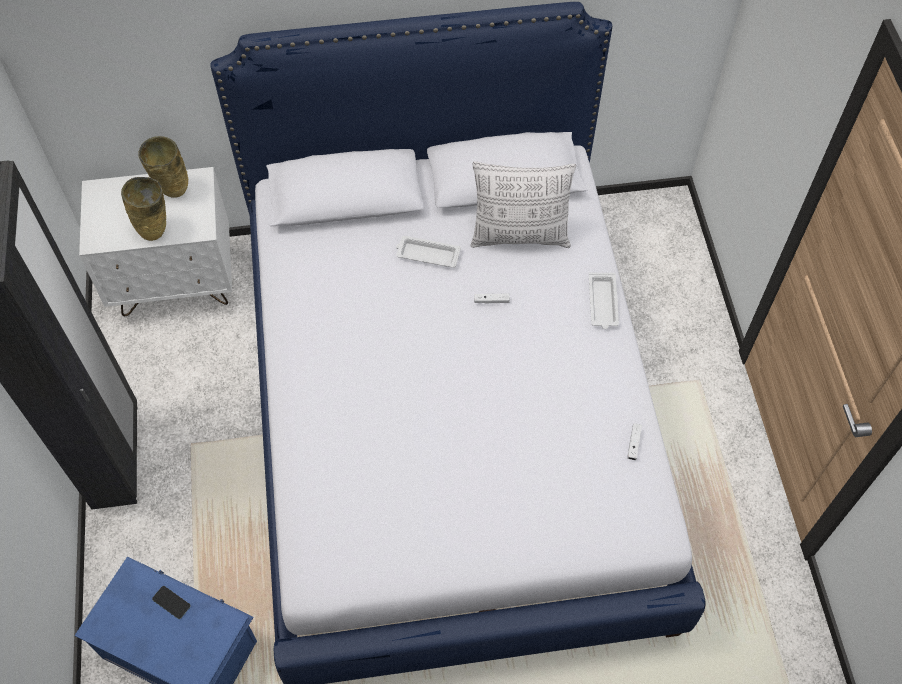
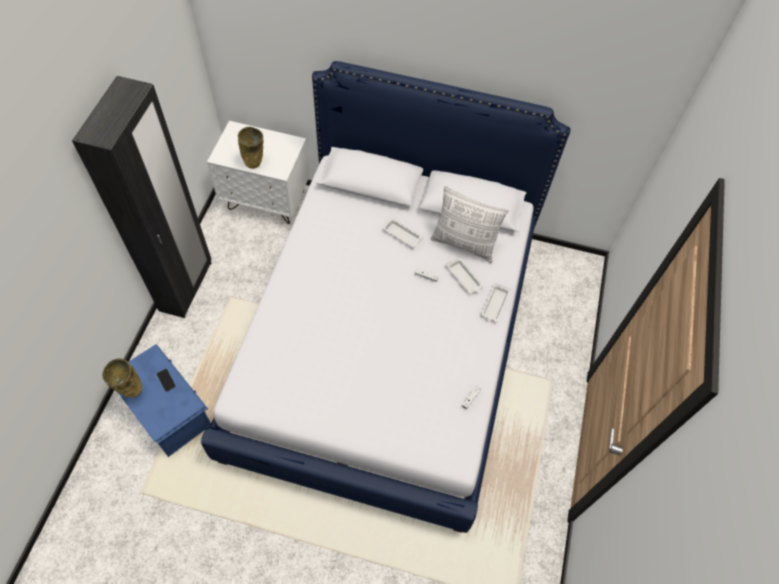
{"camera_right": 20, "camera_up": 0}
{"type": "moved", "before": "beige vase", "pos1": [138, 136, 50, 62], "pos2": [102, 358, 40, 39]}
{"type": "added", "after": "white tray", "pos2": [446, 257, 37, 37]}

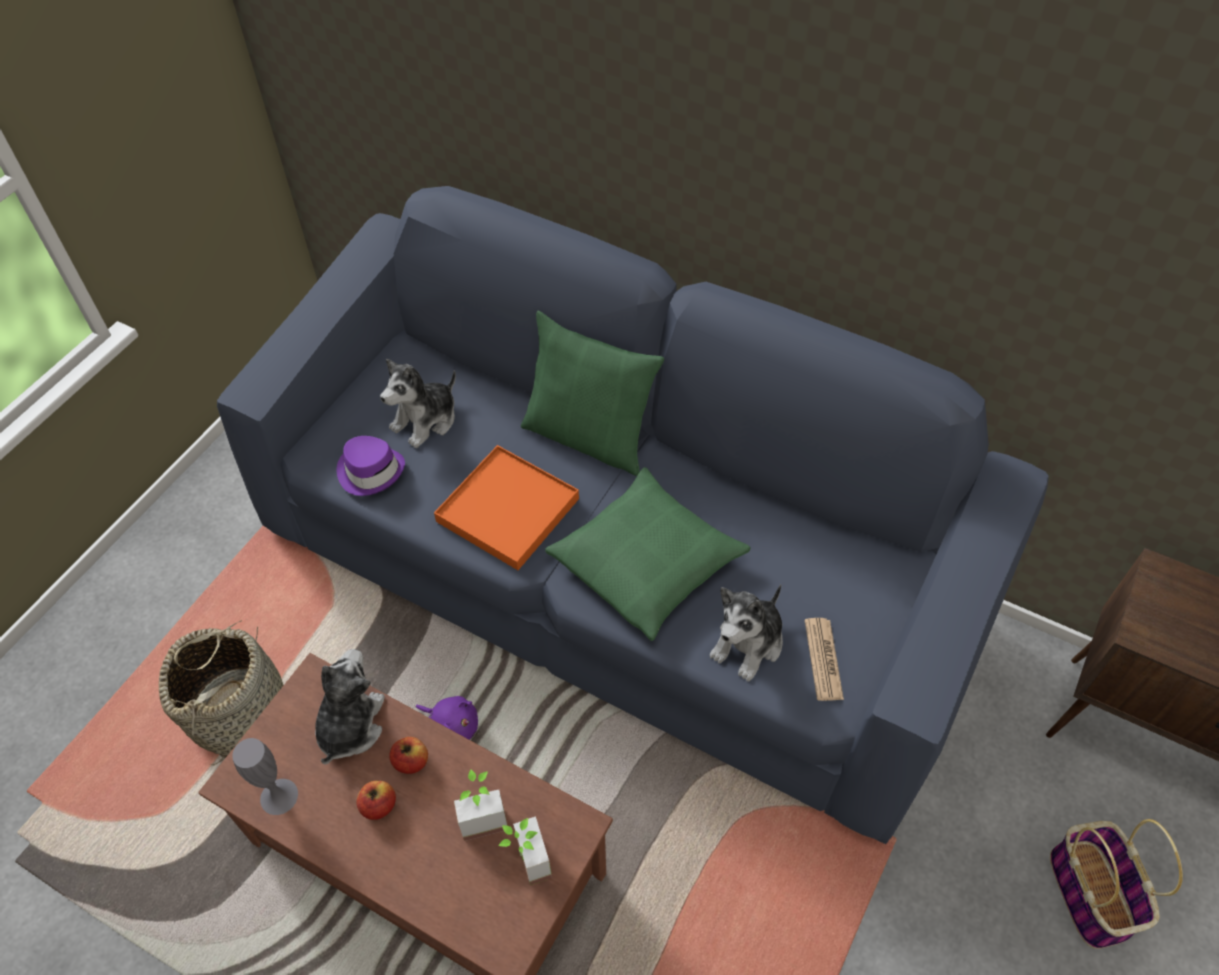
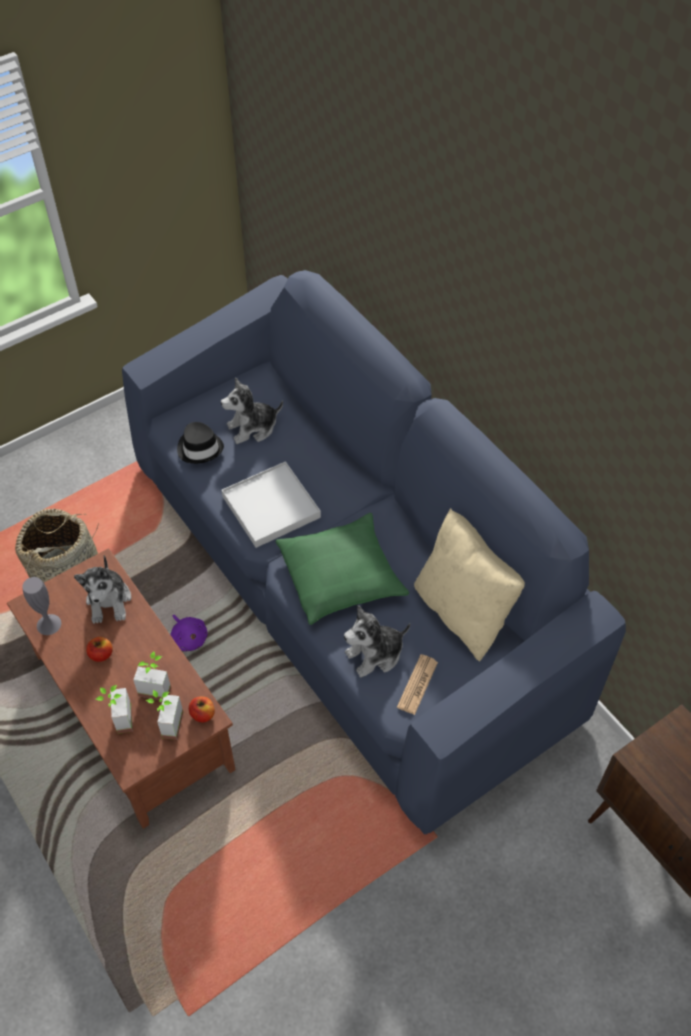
{"camera_right": 25, "camera_up": 0}
{"type": "turned", "before": "plush toy", "pos1": [315, 649, 70, 116], "pos2": [74, 555, 57, 69], "turn": 135}
{"type": "recoloured", "before": "purple hat", "after": "black hat", "pos1": [337, 436, 68, 60], "pos2": [177, 422, 47, 42]}
{"type": "moved", "before": "apple", "pos1": [389, 737, 39, 37], "pos2": [189, 697, 26, 25]}
{"type": "recoloured", "before": "orange tray", "after": "white tray", "pos1": [434, 445, 145, 125], "pos2": [222, 461, 99, 87]}
{"type": "removed", "before": "green pillow", "pos1": [521, 311, 143, 165]}
{"type": "removed", "before": "basket", "pos1": [1050, 819, 133, 130]}
{"type": "added", "after": "potted plant", "pos2": [95, 685, 38, 49]}
{"type": "added", "after": "beige pillow", "pos2": [414, 508, 111, 153]}

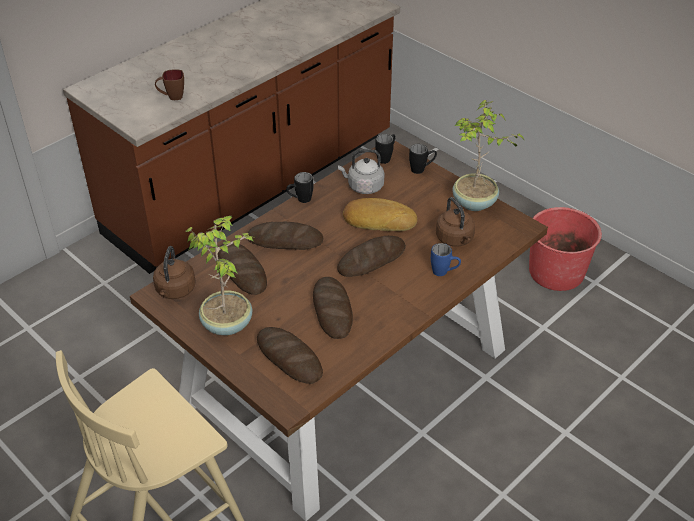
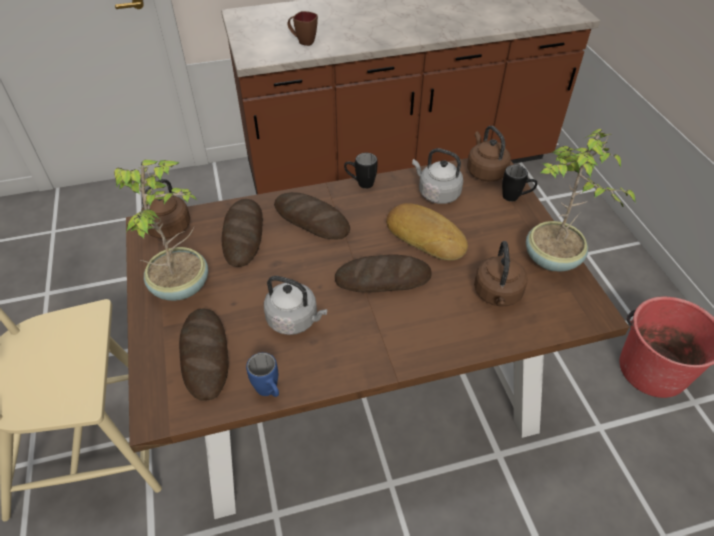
{"camera_right": 30, "camera_up": 5}
{"type": "replaced", "before": "bread", "after": "grey kettle", "pos1": [313, 277, 40, 62], "pos2": [264, 276, 63, 59]}
{"type": "replaced", "before": "black mug", "after": "brown kettle", "pos1": [375, 134, 21, 30], "pos2": [467, 126, 44, 56]}
{"type": "moved", "before": "blue mug", "pos1": [431, 243, 30, 33], "pos2": [246, 352, 33, 45]}

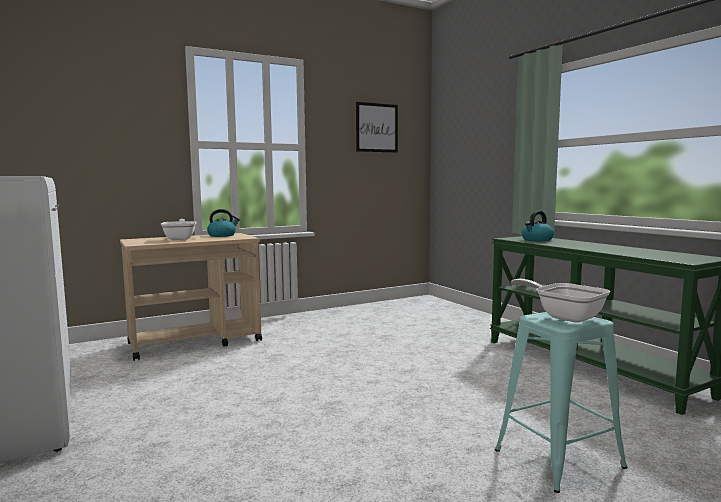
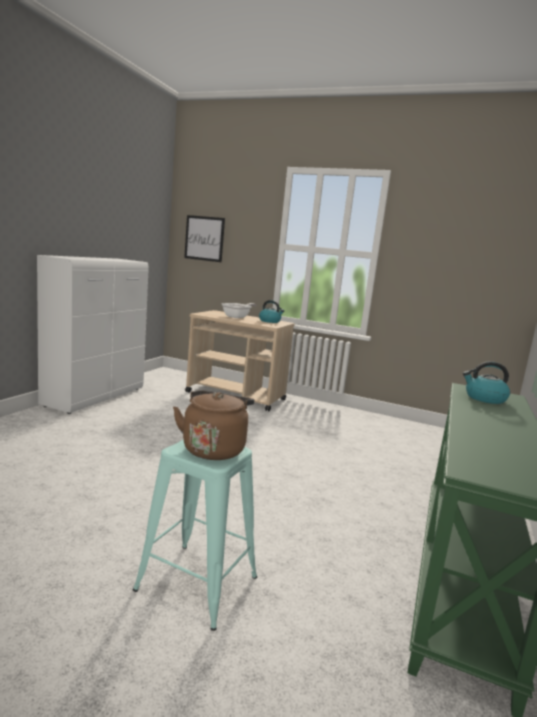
{"camera_right": 50, "camera_up": 5}
{"type": "moved", "before": "picture", "pos1": [356, 102, 42, 51], "pos2": [184, 215, 41, 47]}
{"type": "replaced", "before": "frying pan", "after": "brown kettle", "pos1": [511, 279, 99, 44], "pos2": [173, 390, 81, 70]}

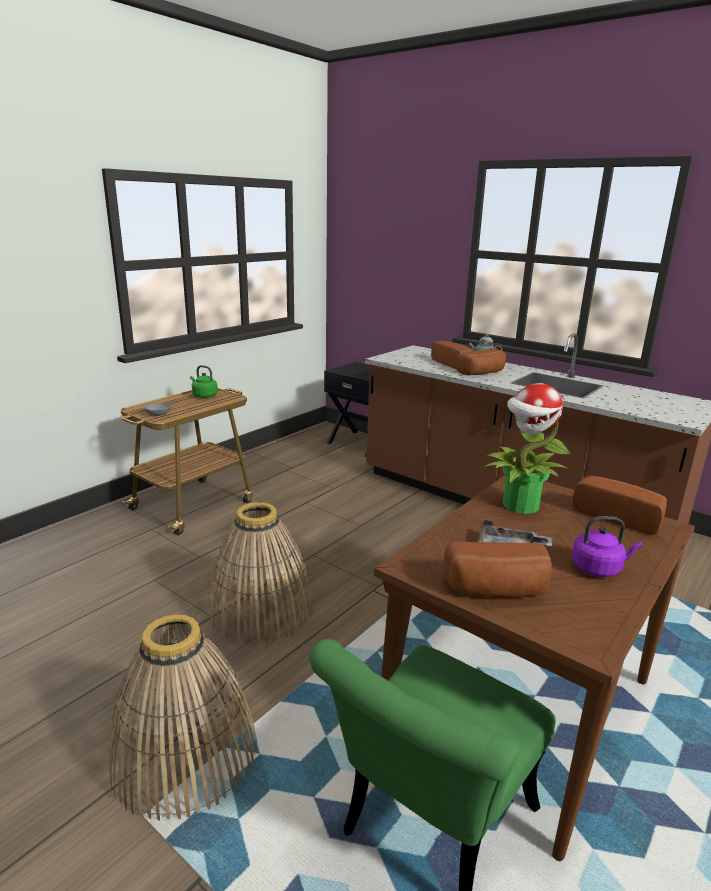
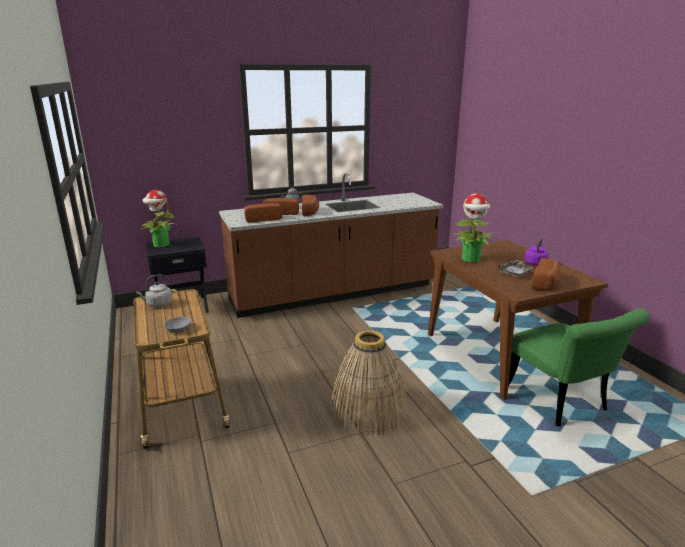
{"camera_right": -60, "camera_up": 0}
{"type": "removed", "before": "basket", "pos1": [107, 614, 150, 207]}
{"type": "recoloured", "before": "green kettle", "after": "grey kettle", "pos1": [190, 365, 28, 33], "pos2": [136, 274, 37, 33]}
{"type": "moved", "before": "bread", "pos1": [573, 476, 94, 59], "pos2": [244, 203, 39, 19]}
{"type": "added", "after": "potted plant", "pos2": [141, 190, 34, 57]}

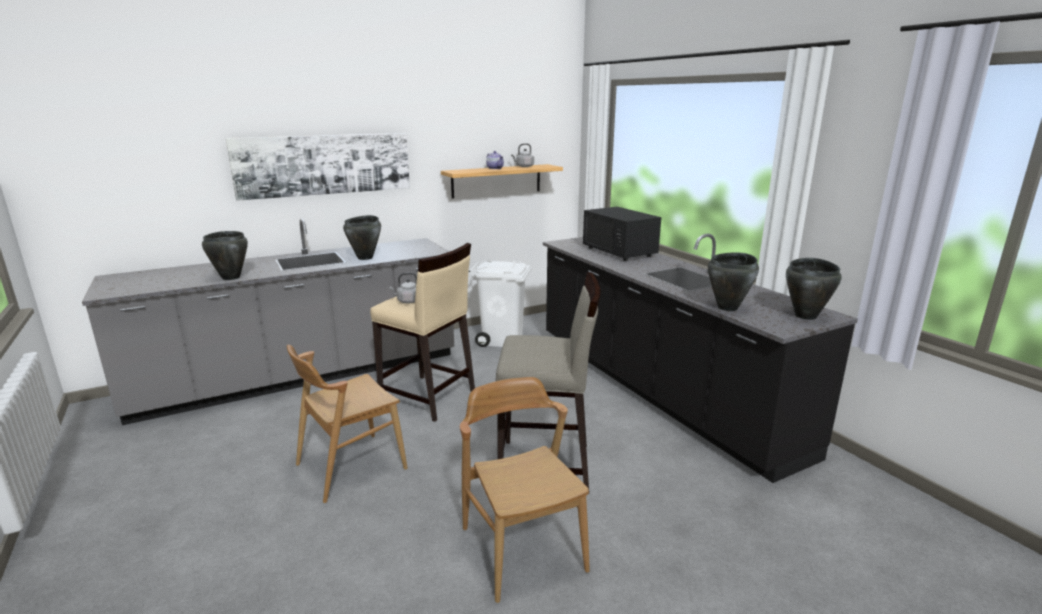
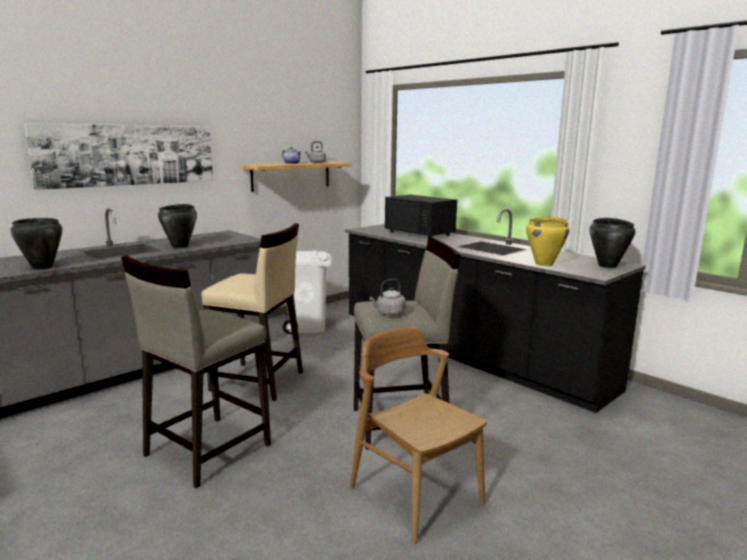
{"camera_right": -15, "camera_up": -5}
{"type": "replaced", "before": "brown chair", "after": "beige stool", "pos1": [287, 345, 121, 158], "pos2": [121, 255, 150, 233]}
{"type": "moved", "before": "grey kettle", "pos1": [389, 273, 28, 30], "pos2": [370, 279, 36, 37]}
{"type": "recoloured", "before": "black cooking pot", "after": "yellow cooking pot", "pos1": [708, 252, 51, 59], "pos2": [526, 217, 44, 49]}

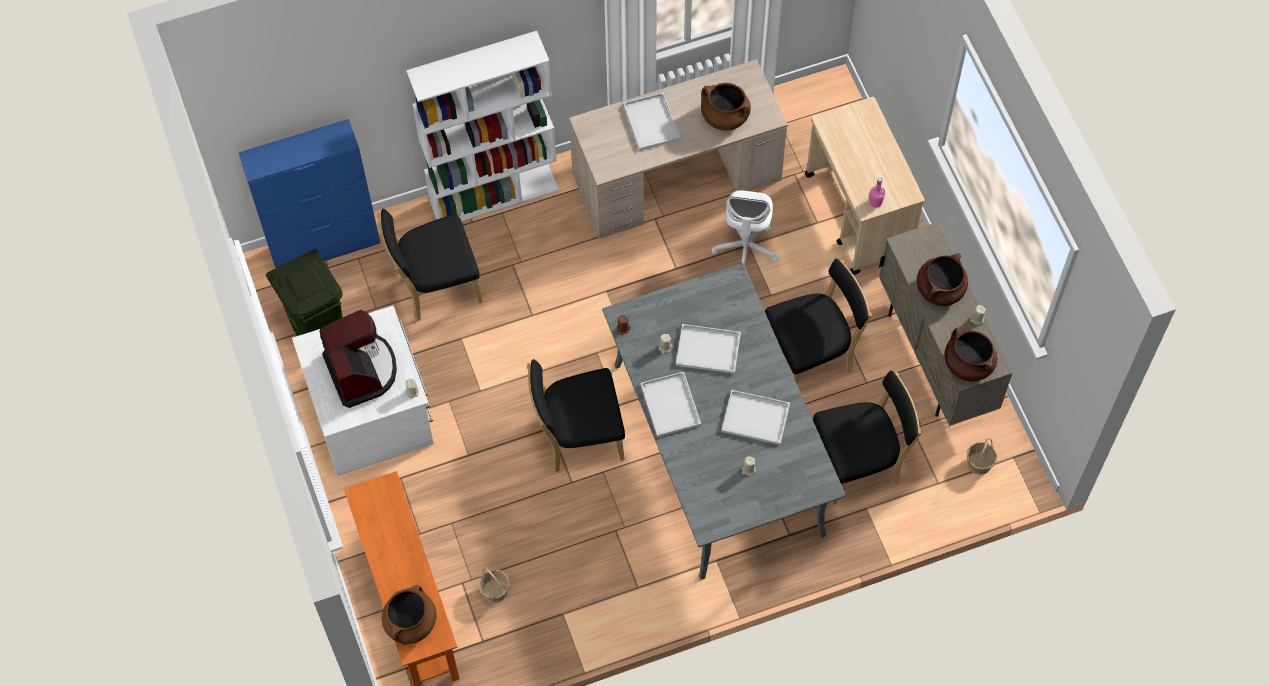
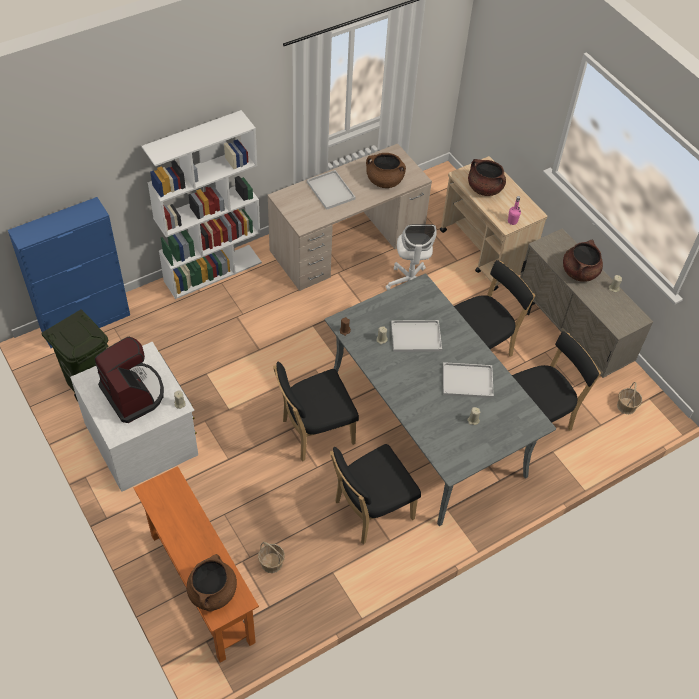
{"camera_right": -15, "camera_up": -10}
{"type": "moved", "before": "black chair", "pos1": [377, 209, 105, 112], "pos2": [330, 444, 91, 101]}
{"type": "removed", "before": "white tray", "pos1": [640, 372, 61, 65]}
{"type": "moved", "before": "brown cooking pot", "pos1": [944, 327, 53, 55], "pos2": [468, 159, 38, 37]}

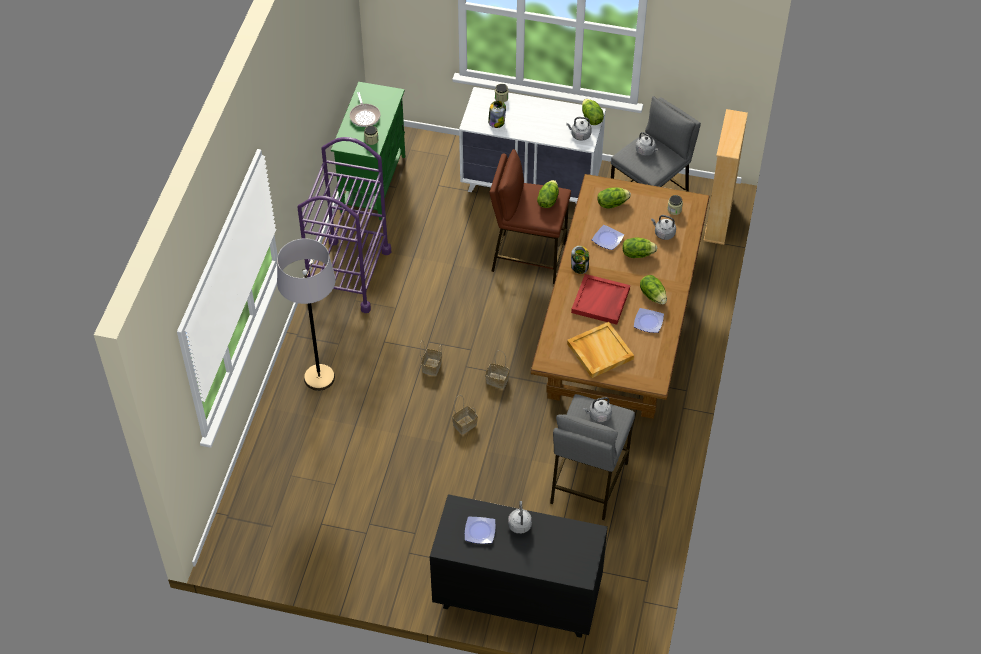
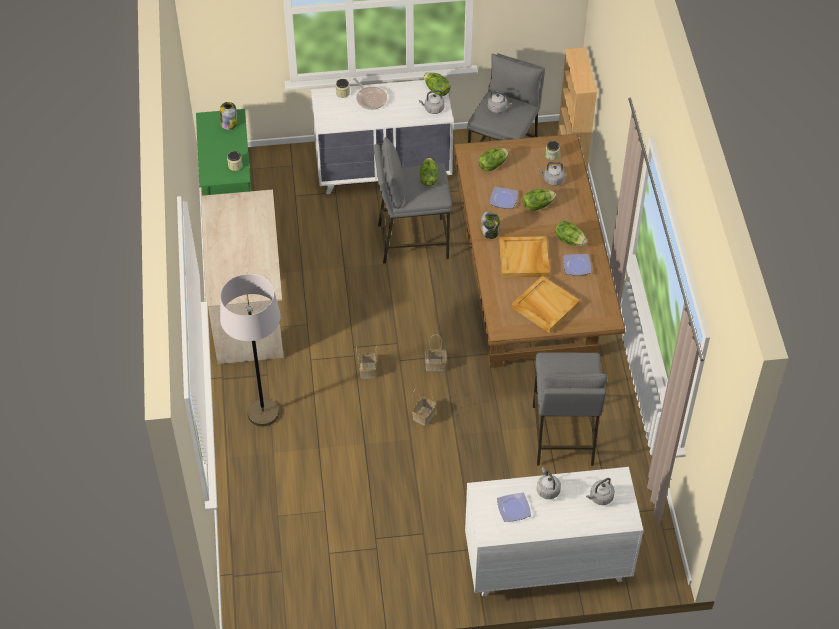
{"camera_right": -20, "camera_up": 0}
{"type": "replaced", "before": "purple cart", "after": "beige desk", "pos1": [298, 137, 93, 176], "pos2": [201, 190, 83, 174]}
{"type": "moved", "before": "frying pan", "pos1": [350, 92, 31, 35], "pos2": [353, 78, 34, 32]}
{"type": "recoloured", "before": "black dresser", "after": "white dresser", "pos1": [430, 494, 178, 144], "pos2": [465, 467, 178, 129]}
{"type": "moved", "before": "jar", "pos1": [488, 101, 18, 27], "pos2": [220, 102, 17, 28]}
{"type": "recoloured", "before": "brown stool", "after": "grey stool", "pos1": [489, 149, 82, 135], "pos2": [373, 137, 79, 127]}
{"type": "recoloured", "before": "red tray", "after": "beige tray", "pos1": [571, 274, 59, 51], "pos2": [499, 236, 51, 42]}
{"type": "moved", "before": "grey kettle", "pos1": [583, 397, 29, 25], "pos2": [586, 478, 29, 27]}

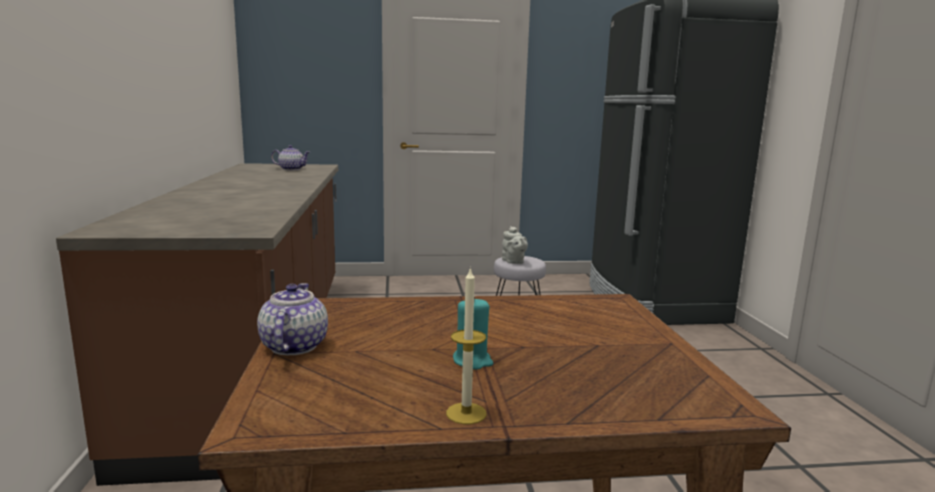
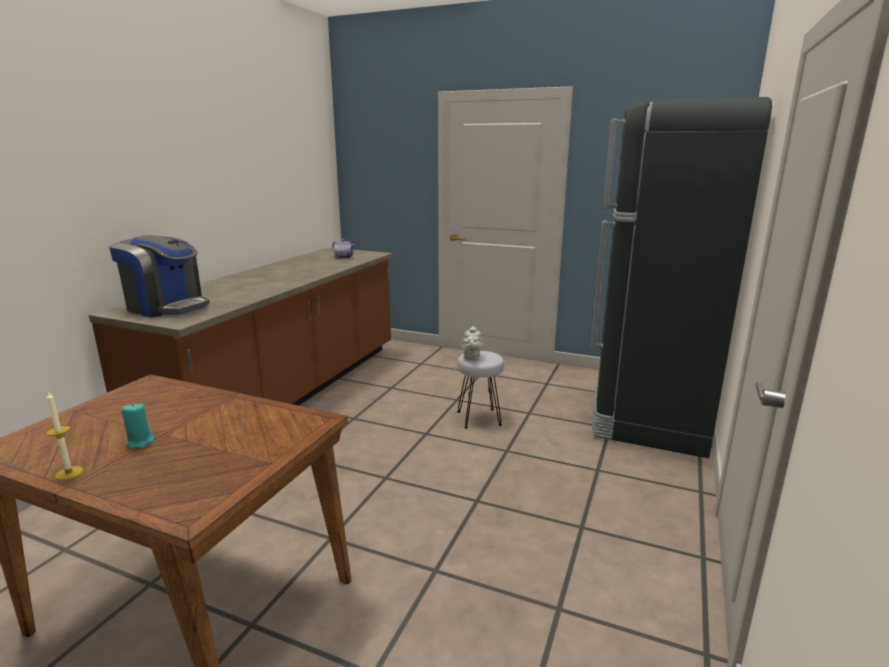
{"camera_right": 30, "camera_up": 5}
{"type": "removed", "before": "teapot", "pos1": [257, 283, 71, 72]}
{"type": "added", "after": "coffee machine", "pos2": [109, 235, 101, 83]}

